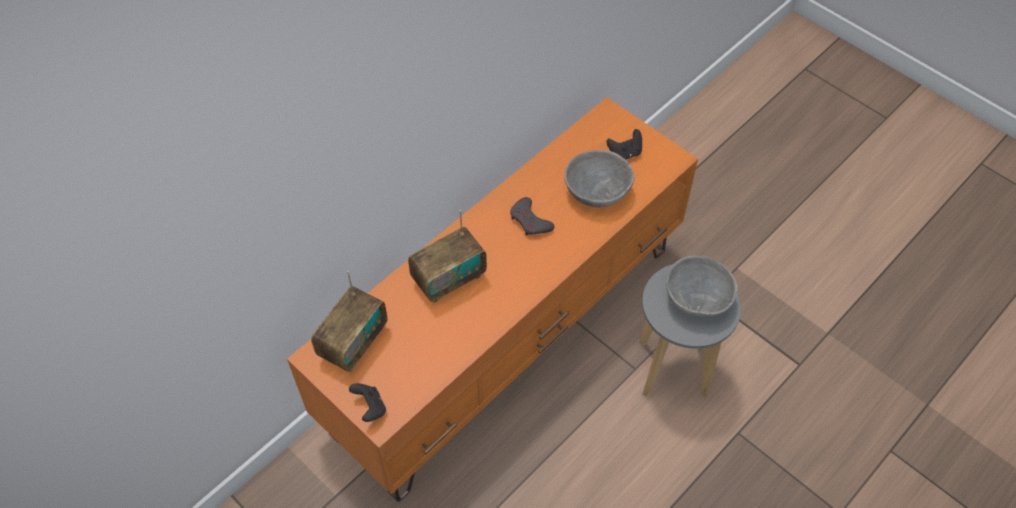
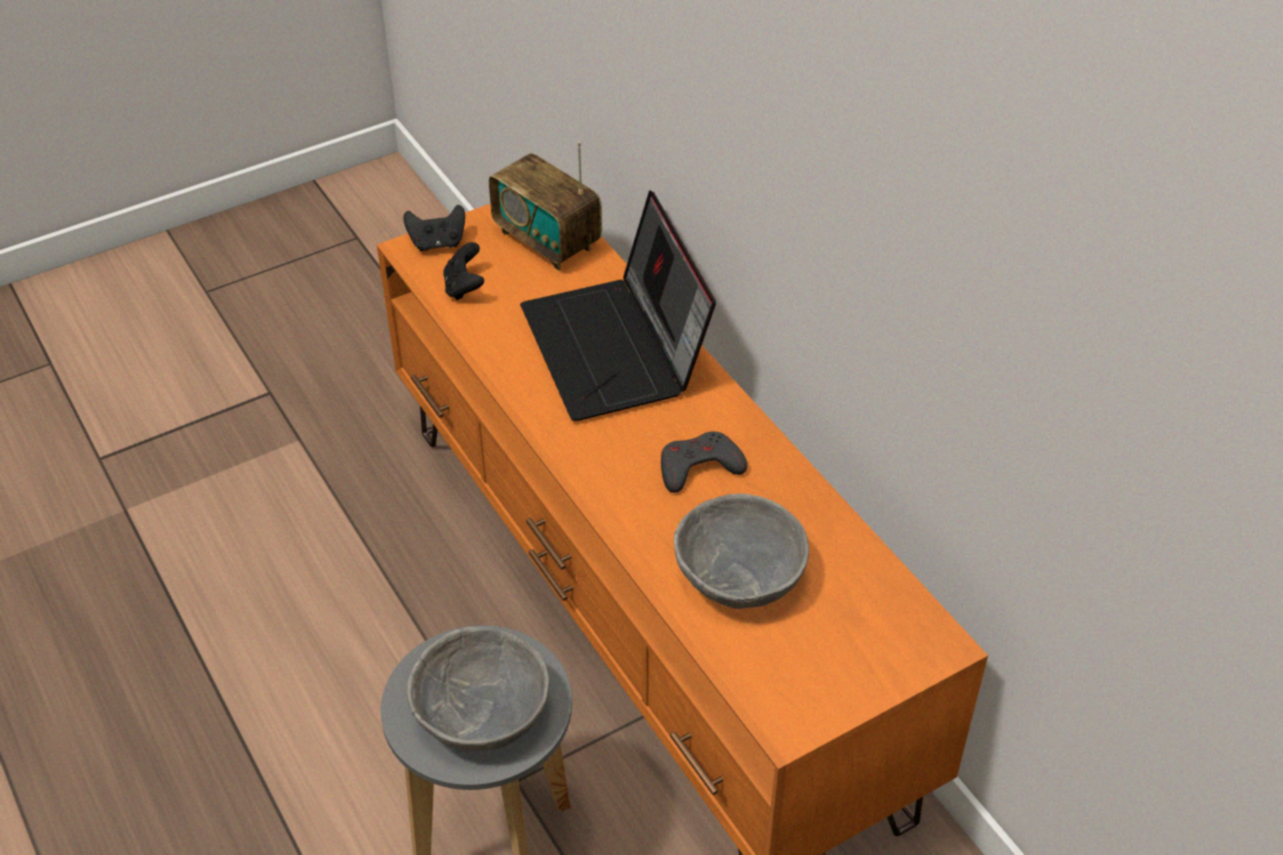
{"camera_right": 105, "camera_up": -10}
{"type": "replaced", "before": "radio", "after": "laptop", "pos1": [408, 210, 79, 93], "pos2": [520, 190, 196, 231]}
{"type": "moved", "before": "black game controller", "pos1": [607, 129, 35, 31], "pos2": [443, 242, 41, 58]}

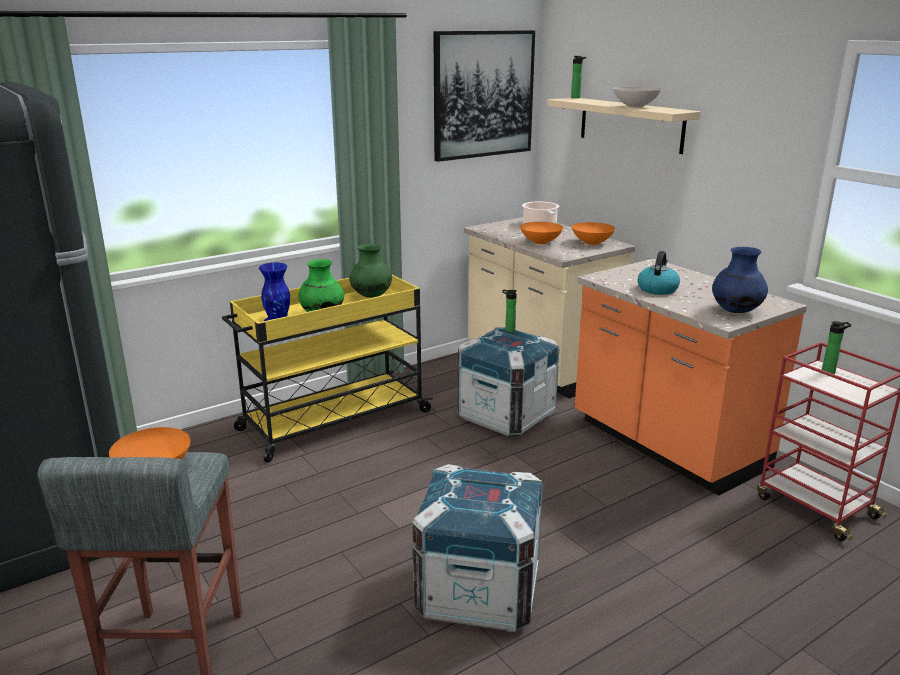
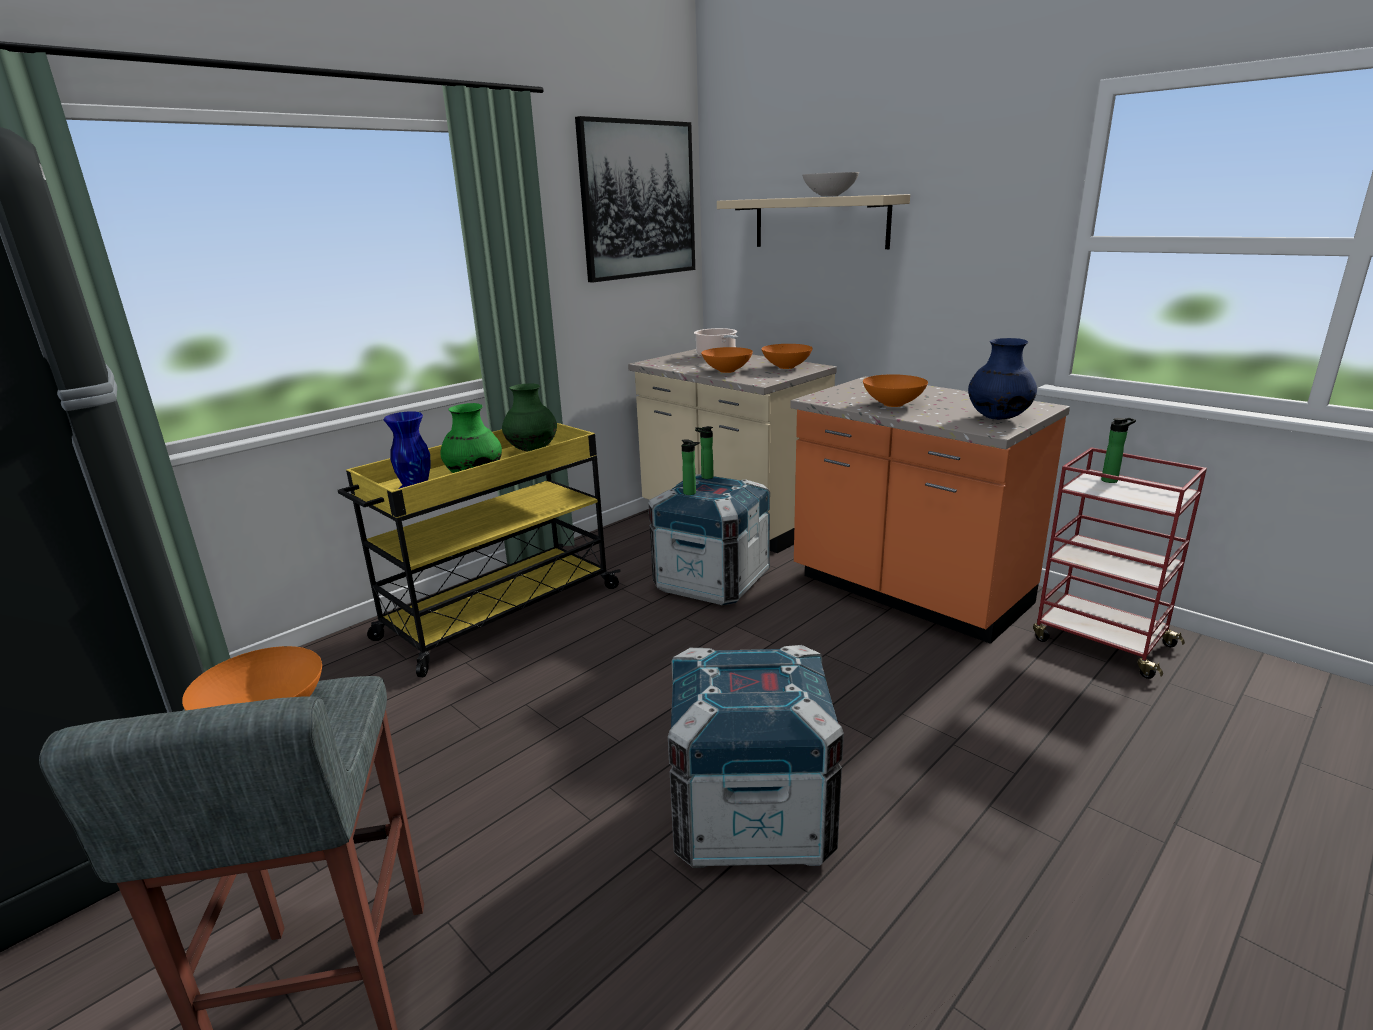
{"camera_right": -10, "camera_up": 0}
{"type": "moved", "before": "bottle", "pos1": [571, 56, 16, 42], "pos2": [682, 439, 18, 56]}
{"type": "replaced", "before": "kettle", "after": "orange bowl", "pos1": [638, 251, 42, 44], "pos2": [863, 374, 65, 33]}

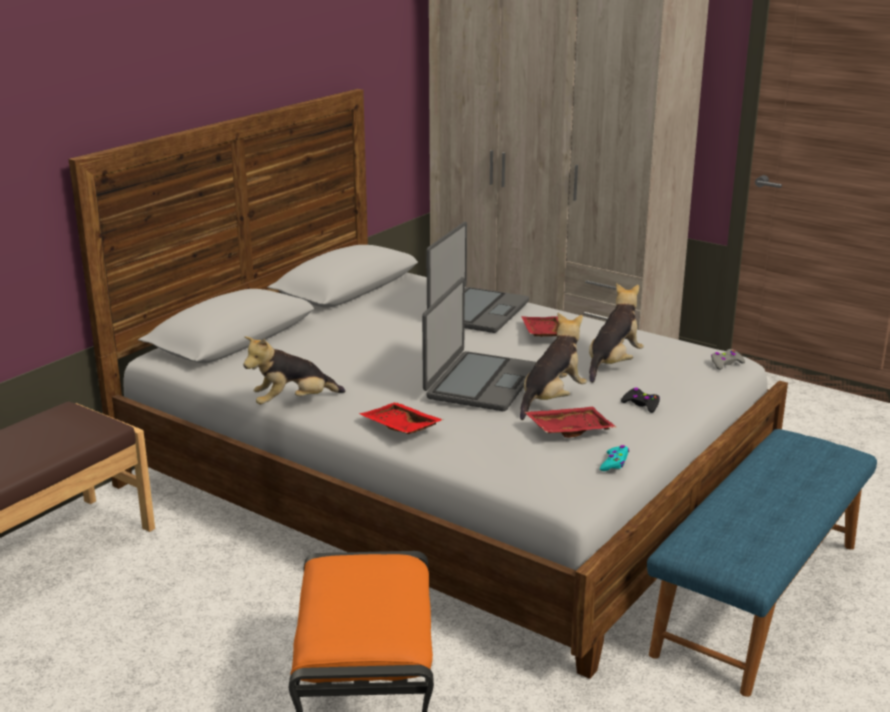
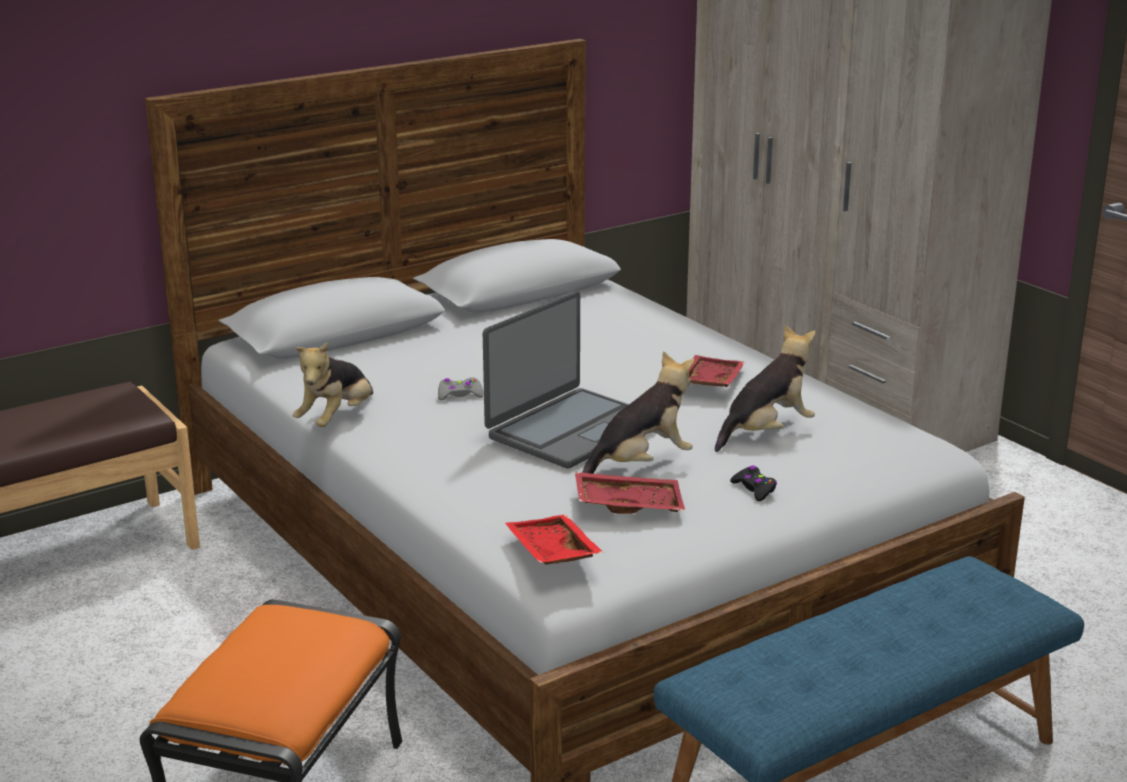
{"camera_right": 20, "camera_up": 0}
{"type": "turned", "before": "plush toy", "pos1": [243, 336, 102, 68], "pos2": [292, 342, 81, 85], "turn": -60}
{"type": "moved", "before": "red tray", "pos1": [359, 402, 84, 32], "pos2": [505, 515, 99, 50]}
{"type": "removed", "before": "laptop", "pos1": [427, 222, 102, 111]}
{"type": "removed", "before": "turquoise game controller", "pos1": [600, 445, 29, 26]}
{"type": "moved", "before": "grey game controller", "pos1": [711, 349, 34, 21], "pos2": [438, 377, 46, 23]}

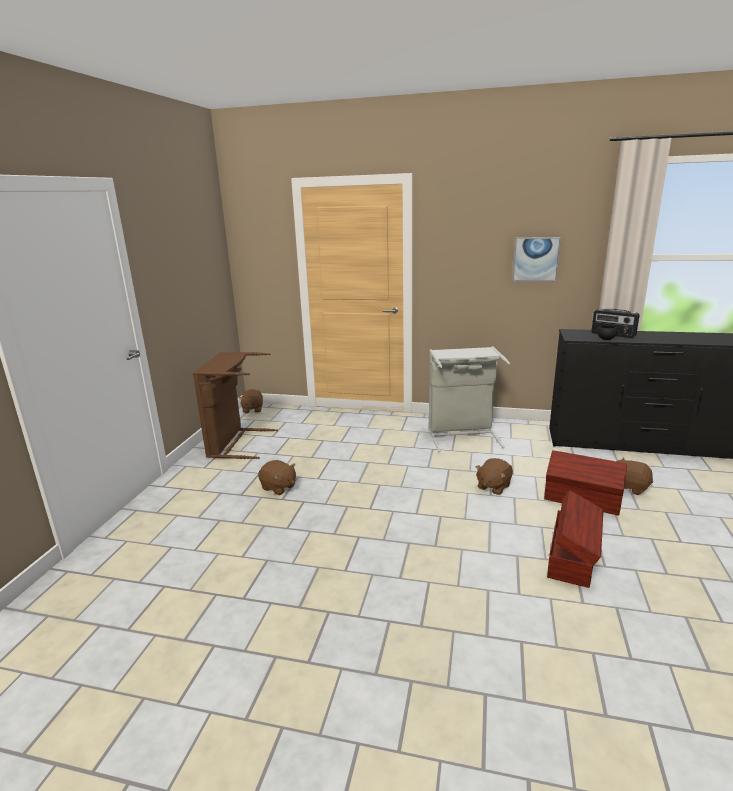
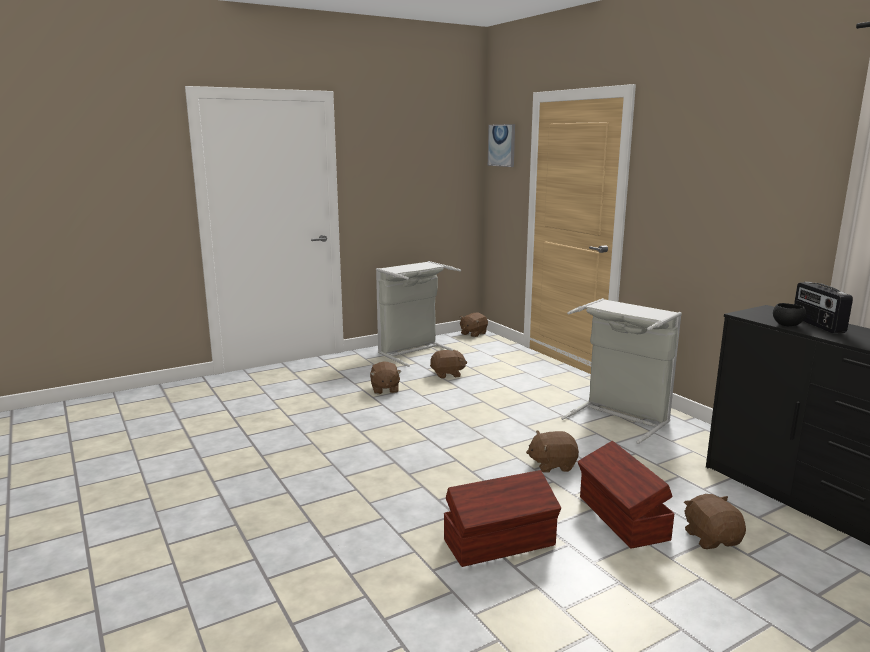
{"camera_right": 45, "camera_up": -5}
{"type": "recoloured", "before": "brown laundry basket", "after": "grey laundry basket", "pos1": [193, 352, 85, 107], "pos2": [376, 261, 85, 106]}
{"type": "moved", "before": "picture", "pos1": [512, 237, 49, 45], "pos2": [488, 124, 27, 43]}
{"type": "added", "after": "brown plush toy", "pos2": [430, 349, 37, 30]}

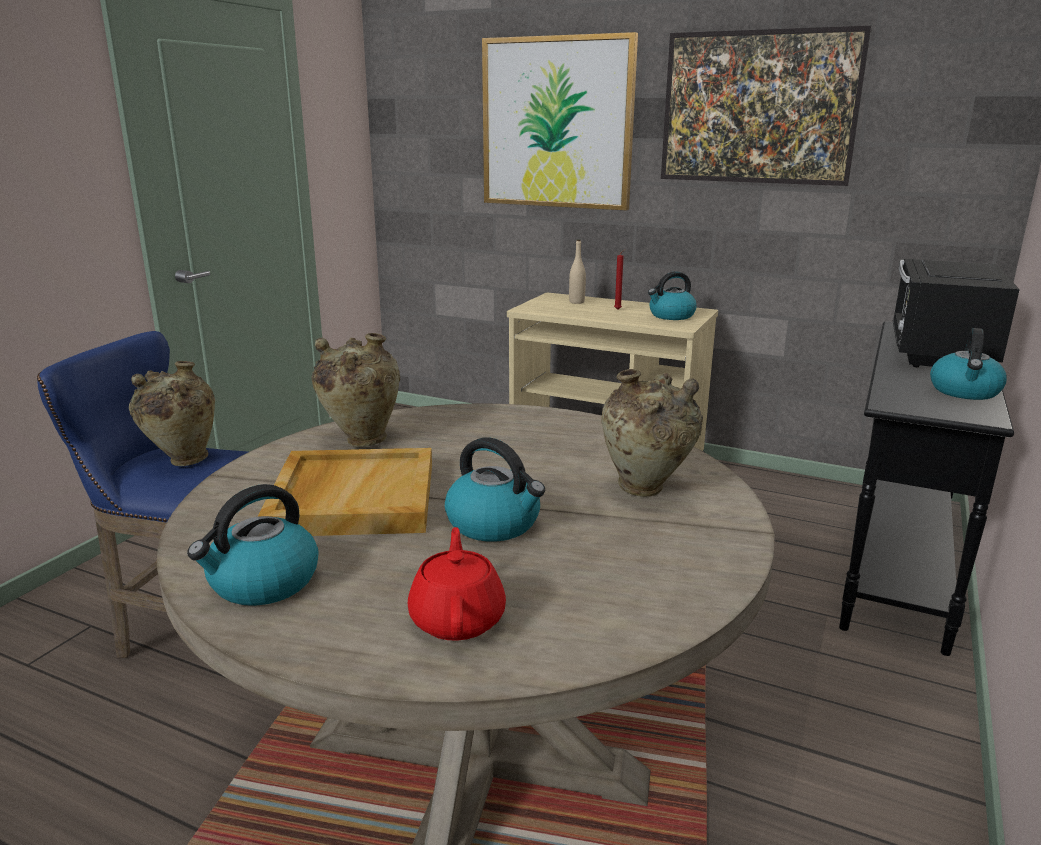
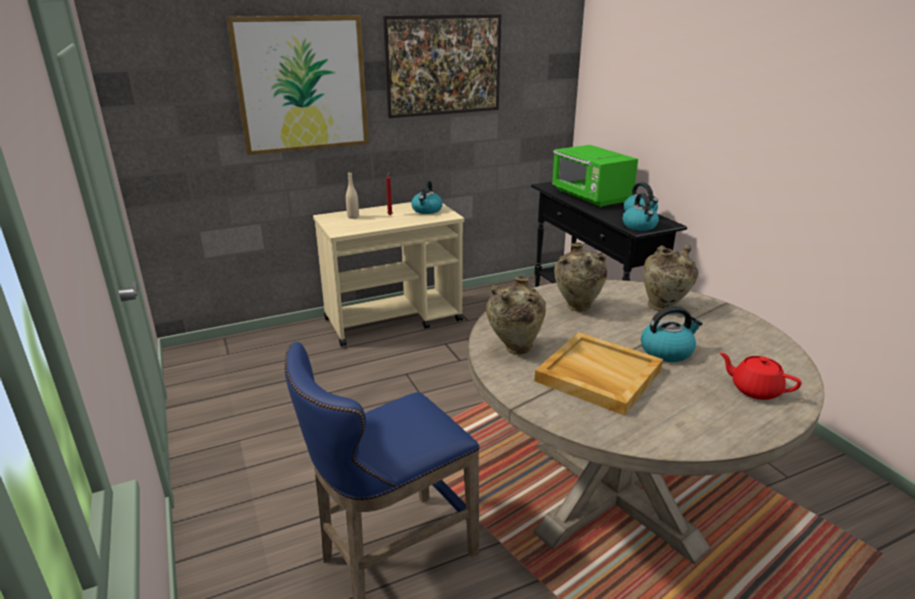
{"camera_right": -50, "camera_up": 5}
{"type": "moved", "before": "beige vase", "pos1": [129, 361, 86, 105], "pos2": [554, 242, 53, 70]}
{"type": "moved", "before": "kettle", "pos1": [187, 484, 131, 122], "pos2": [623, 193, 36, 38]}
{"type": "recoloured", "before": "black microwave", "after": "green microwave", "pos1": [892, 259, 128, 108], "pos2": [552, 145, 86, 62]}

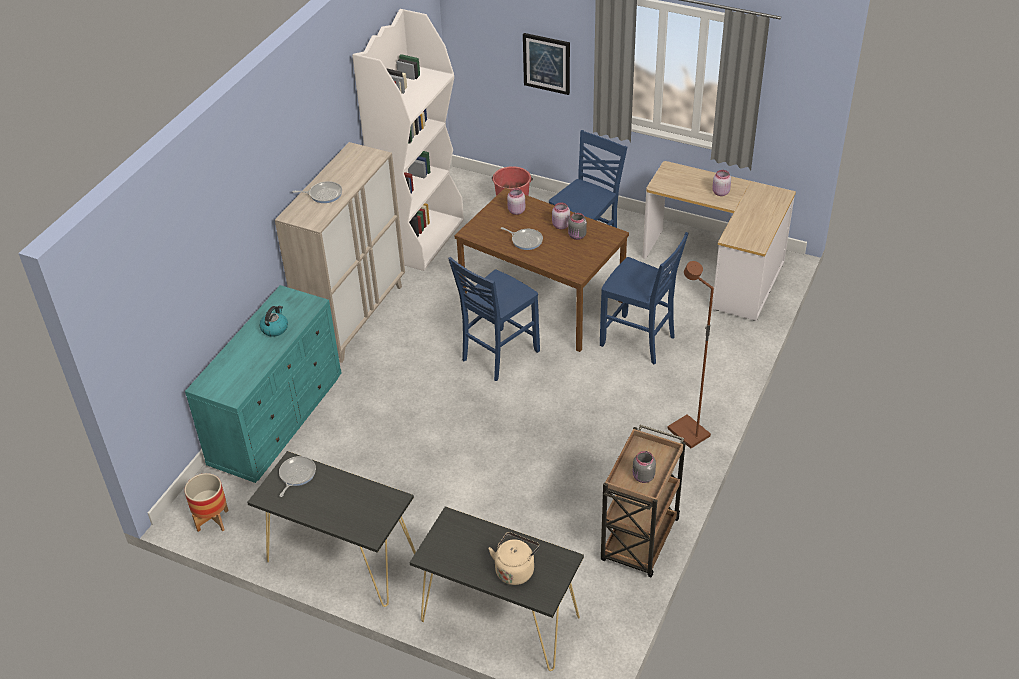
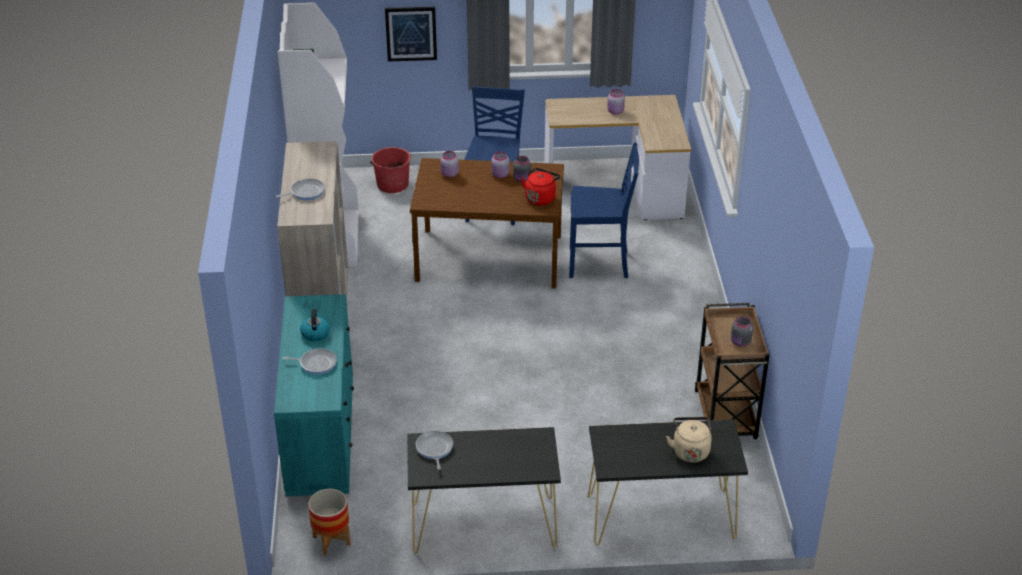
{"camera_right": -30, "camera_up": -5}
{"type": "removed", "before": "blue chair", "pos1": [448, 257, 92, 124]}
{"type": "moved", "before": "frying pan", "pos1": [501, 227, 42, 23], "pos2": [282, 348, 55, 26]}
{"type": "removed", "before": "brown floor lamp", "pos1": [667, 261, 47, 187]}
{"type": "added", "after": "red kettle", "pos2": [521, 168, 39, 38]}

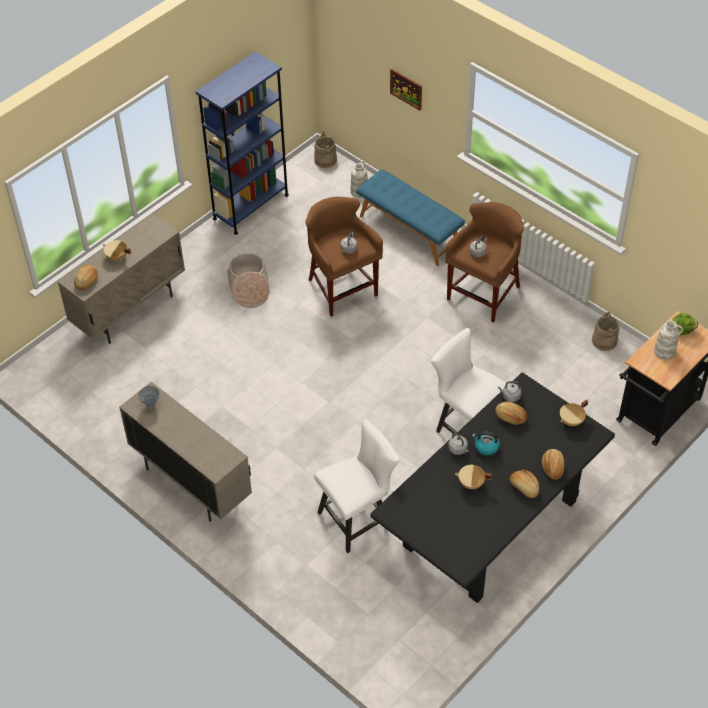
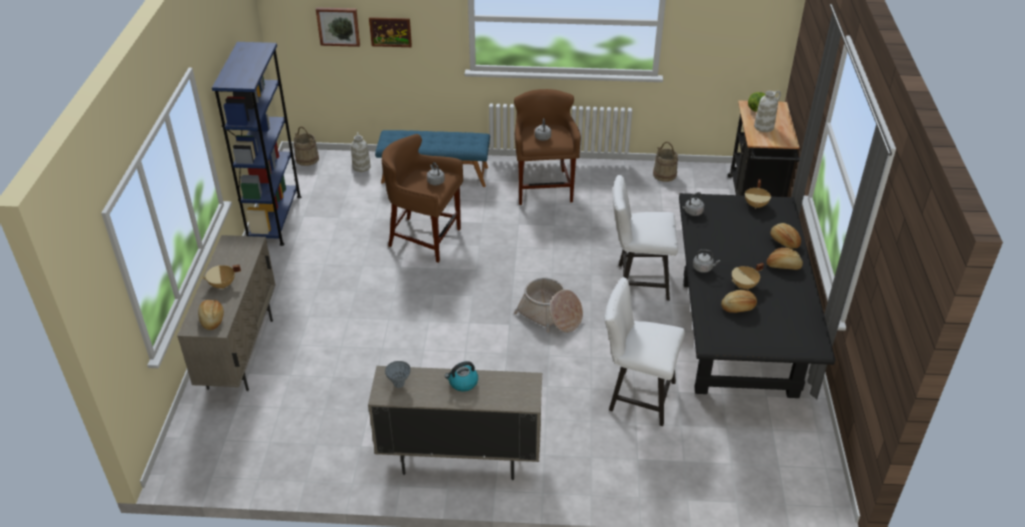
{"camera_right": -40, "camera_up": -10}
{"type": "moved", "before": "basket", "pos1": [227, 253, 43, 55], "pos2": [514, 277, 69, 56]}
{"type": "turned", "before": "white chair", "pos1": [314, 419, 86, 134], "pos2": [605, 277, 80, 149], "turn": -90}
{"type": "moved", "before": "kettle", "pos1": [472, 431, 28, 24], "pos2": [445, 361, 33, 30]}
{"type": "moved", "before": "bread", "pos1": [495, 401, 32, 24], "pos2": [721, 290, 36, 23]}
{"type": "added", "after": "picture", "pos2": [316, 7, 44, 40]}

